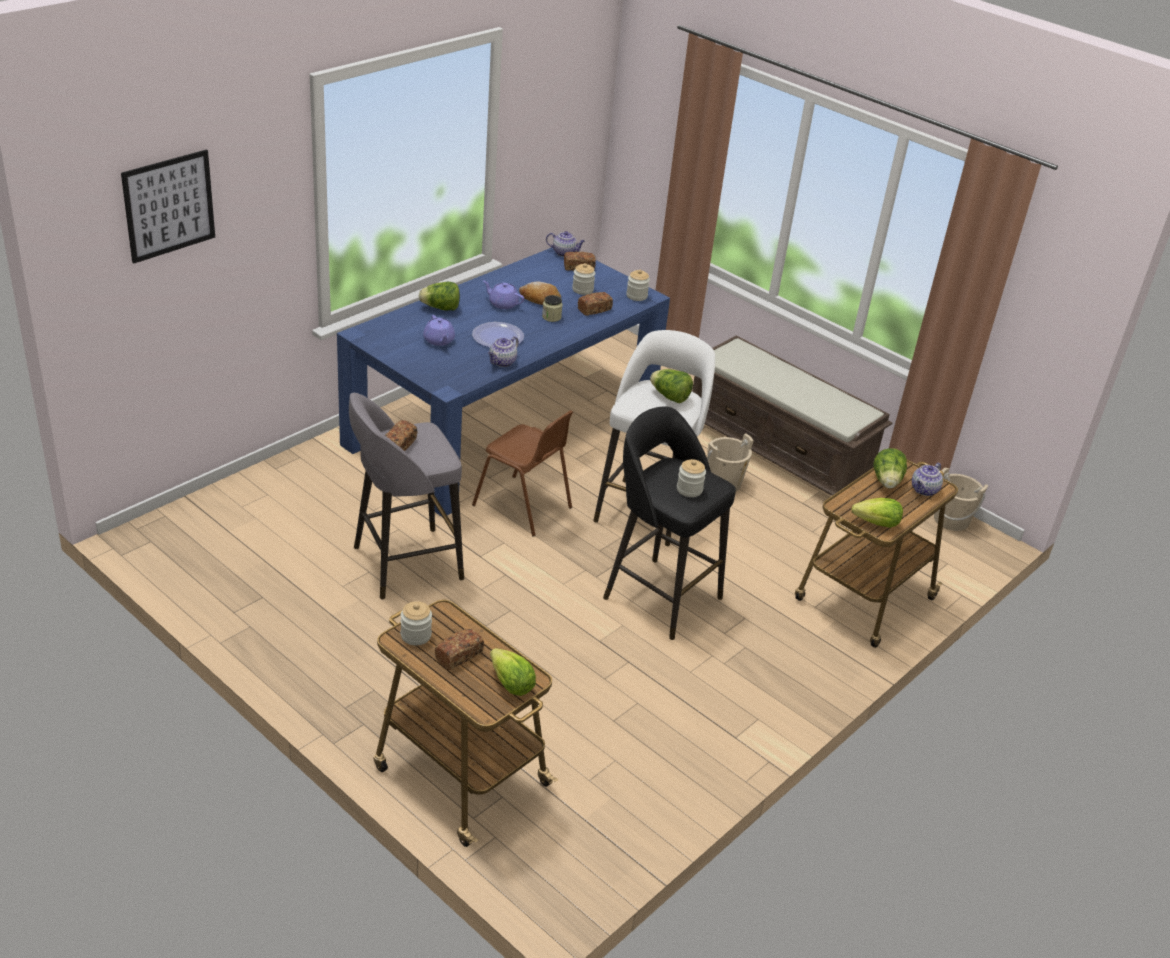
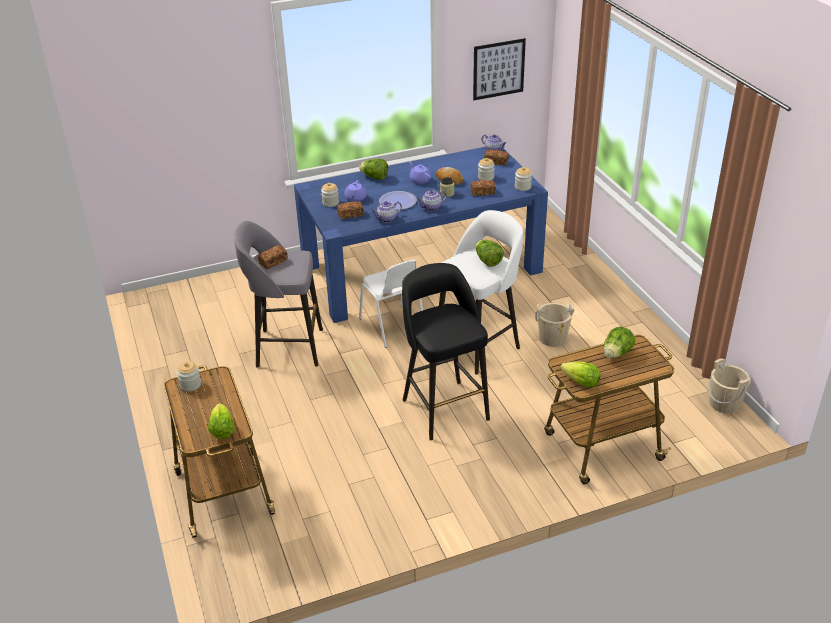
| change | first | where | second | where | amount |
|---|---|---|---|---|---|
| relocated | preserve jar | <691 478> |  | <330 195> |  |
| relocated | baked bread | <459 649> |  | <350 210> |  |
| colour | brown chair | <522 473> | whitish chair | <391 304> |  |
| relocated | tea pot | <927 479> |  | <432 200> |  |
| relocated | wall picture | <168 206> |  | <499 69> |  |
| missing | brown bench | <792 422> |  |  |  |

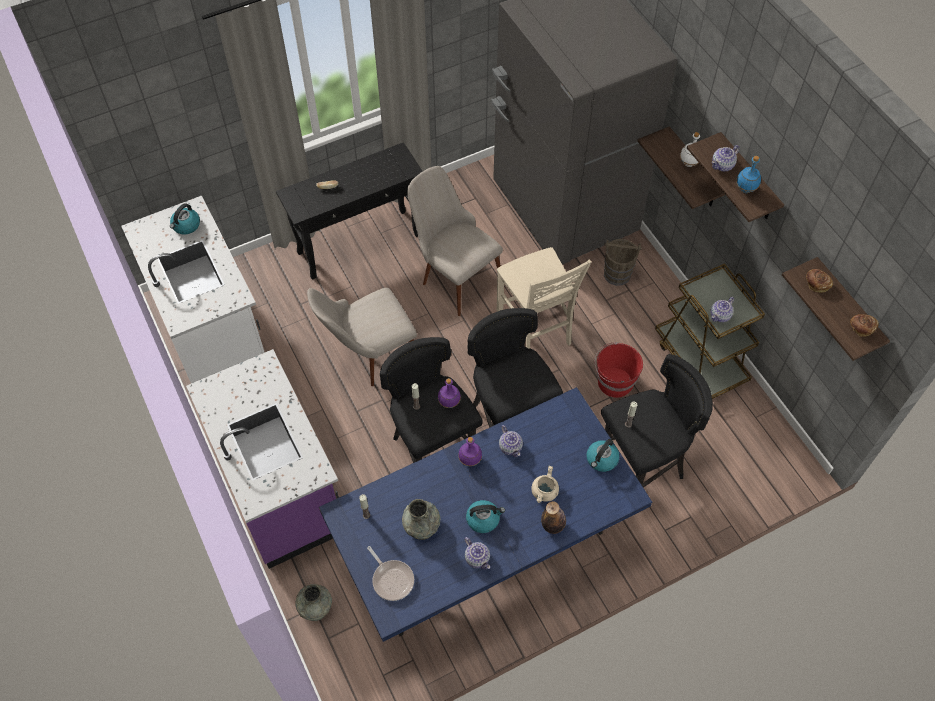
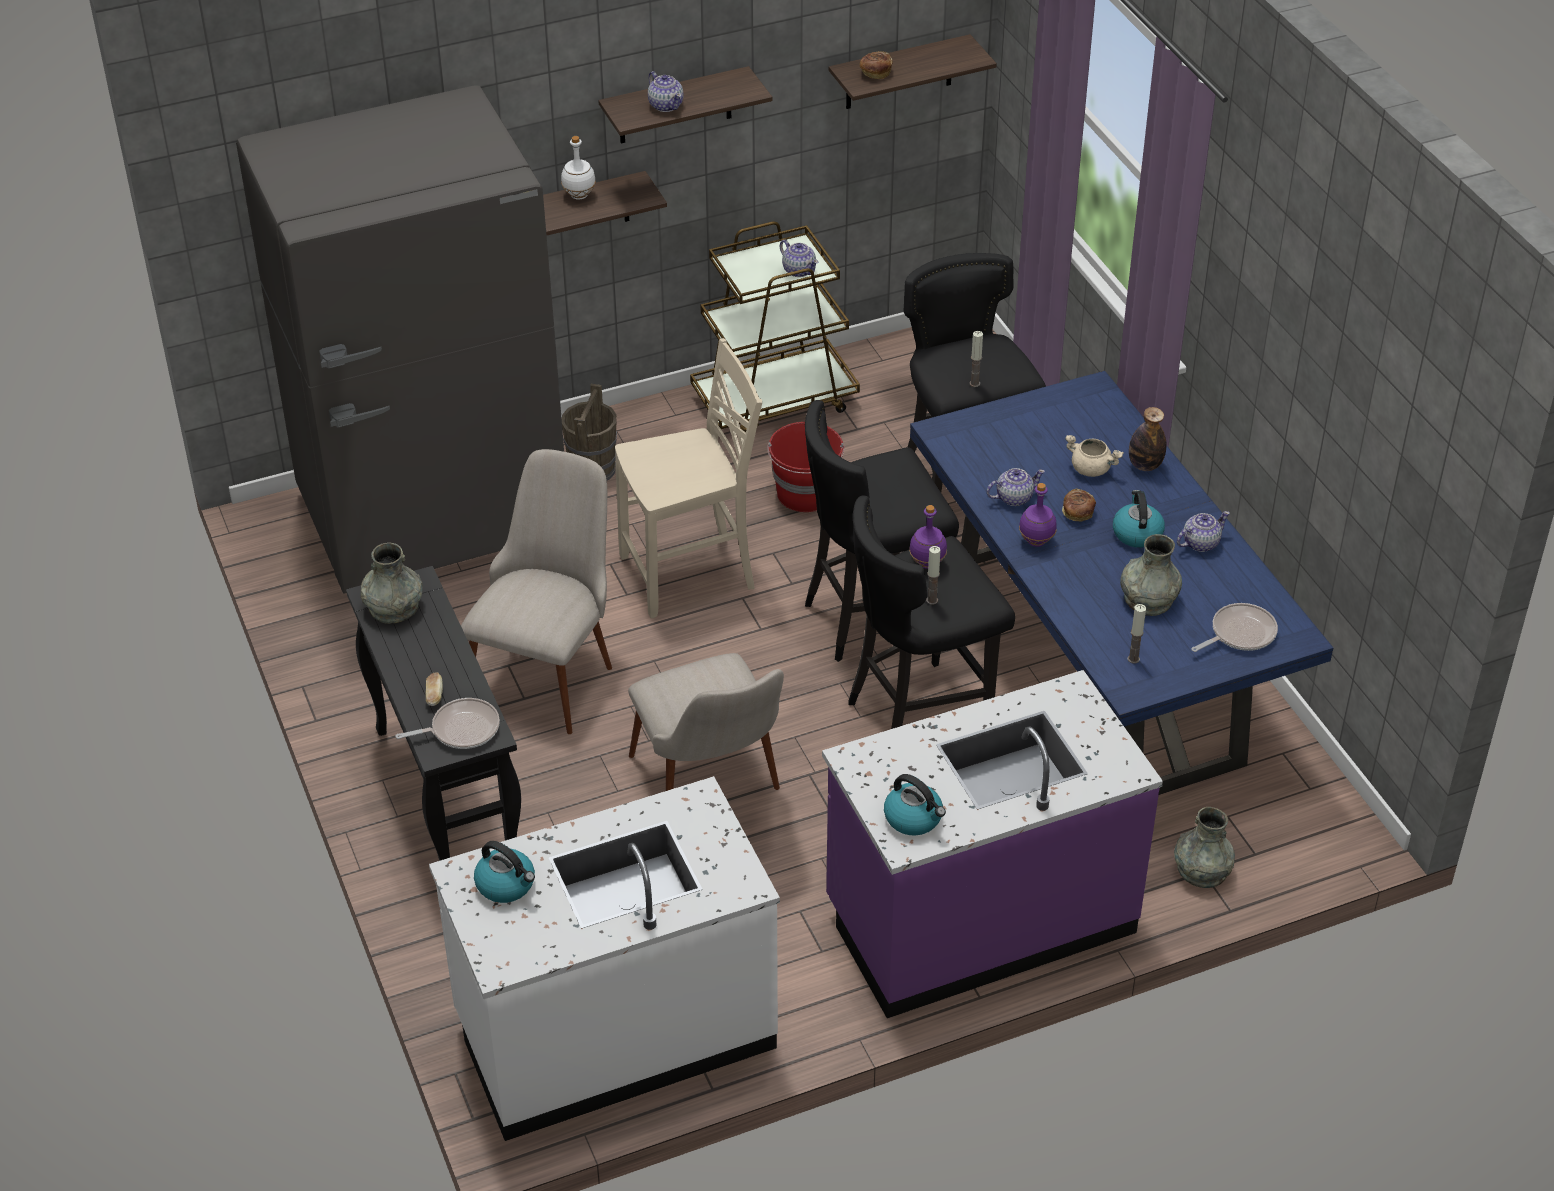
| change | first | where | second | where | amount |
|---|---|---|---|---|---|
| appeared |  |  | greyish vase | <392 583> |  |
| appeared |  |  | frying pan | <448 723> |  |
| spun | sand-coloured chair | <455 241> |  | <536 591> | 150 degrees clockwise |
| relocated | tea kettle | <603 455> |  | <915 805> |  |
| relocated | baked bread | <864 325> |  | <1079 505> |  |
| missing | blue bottle | <748 174> |  |  |  |

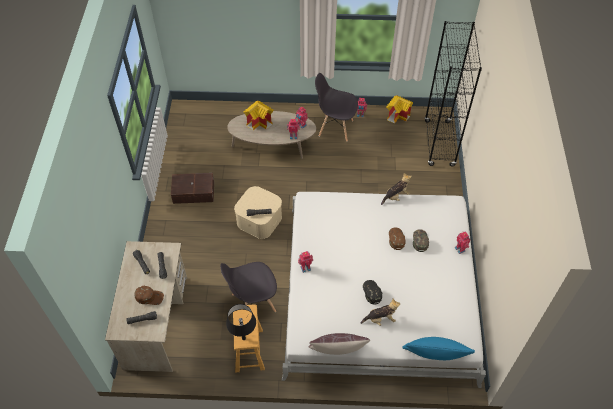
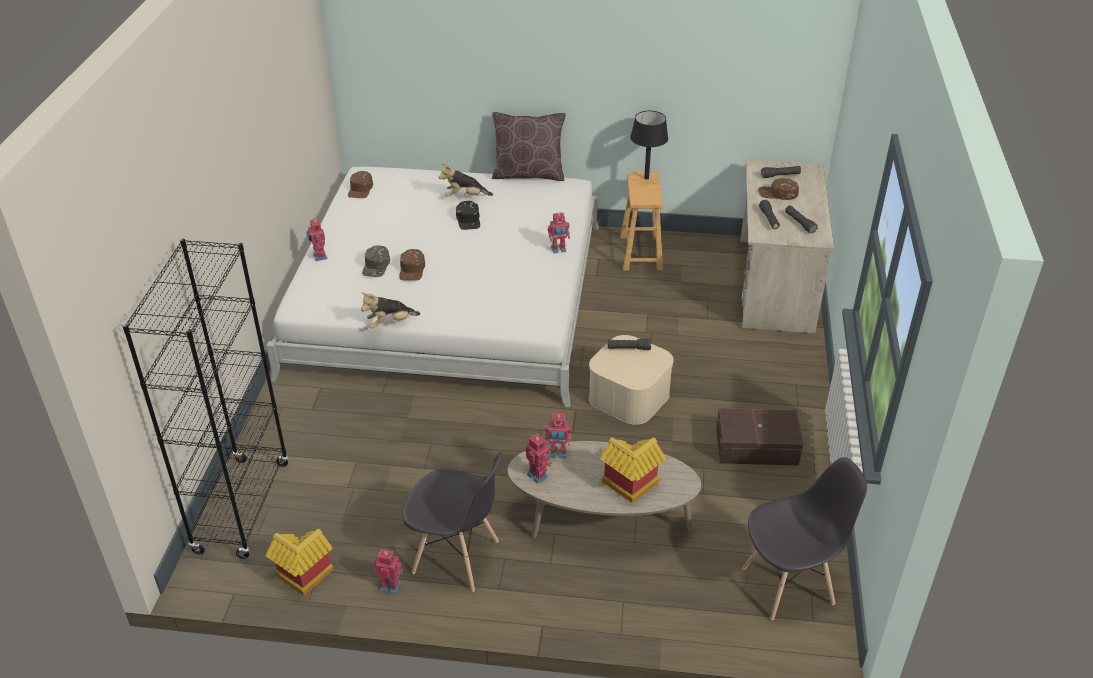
| change | first | where | second | where | amount |
|---|---|---|---|---|---|
| appeared |  |  | brown baseball cap | <360 184> |  |
| relocated | greyish chair | <248 287> |  | <804 538> |  |
| missing | blue cushion | <439 348> |  |  |  |

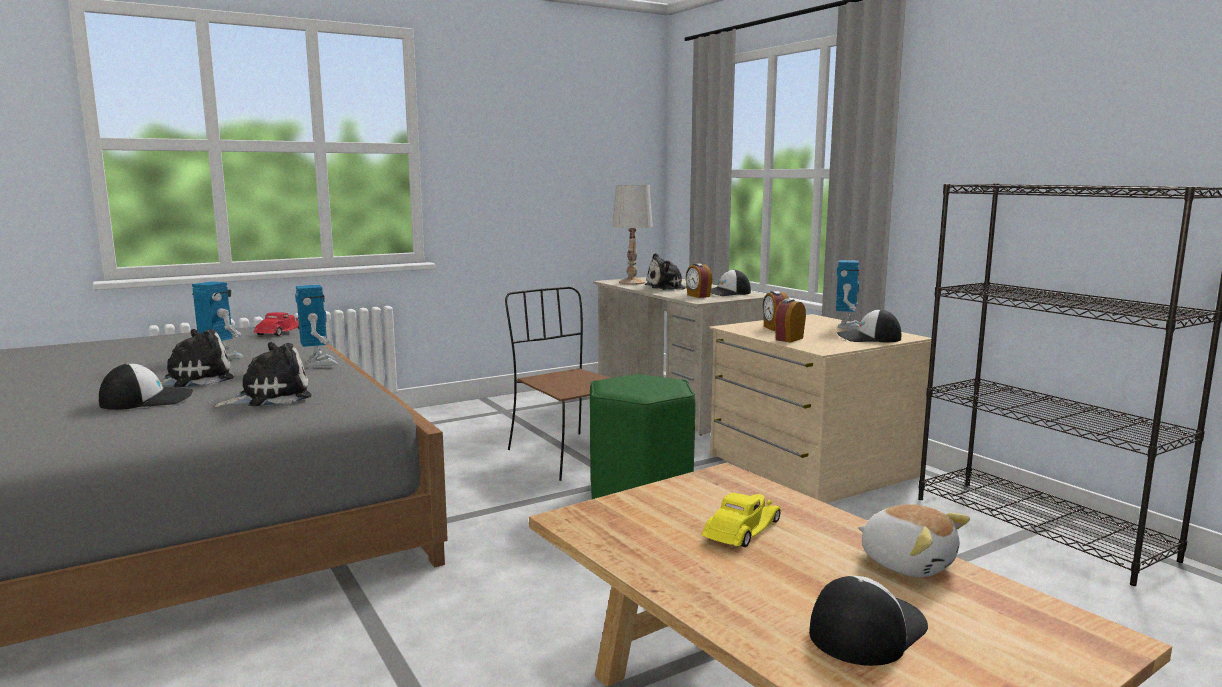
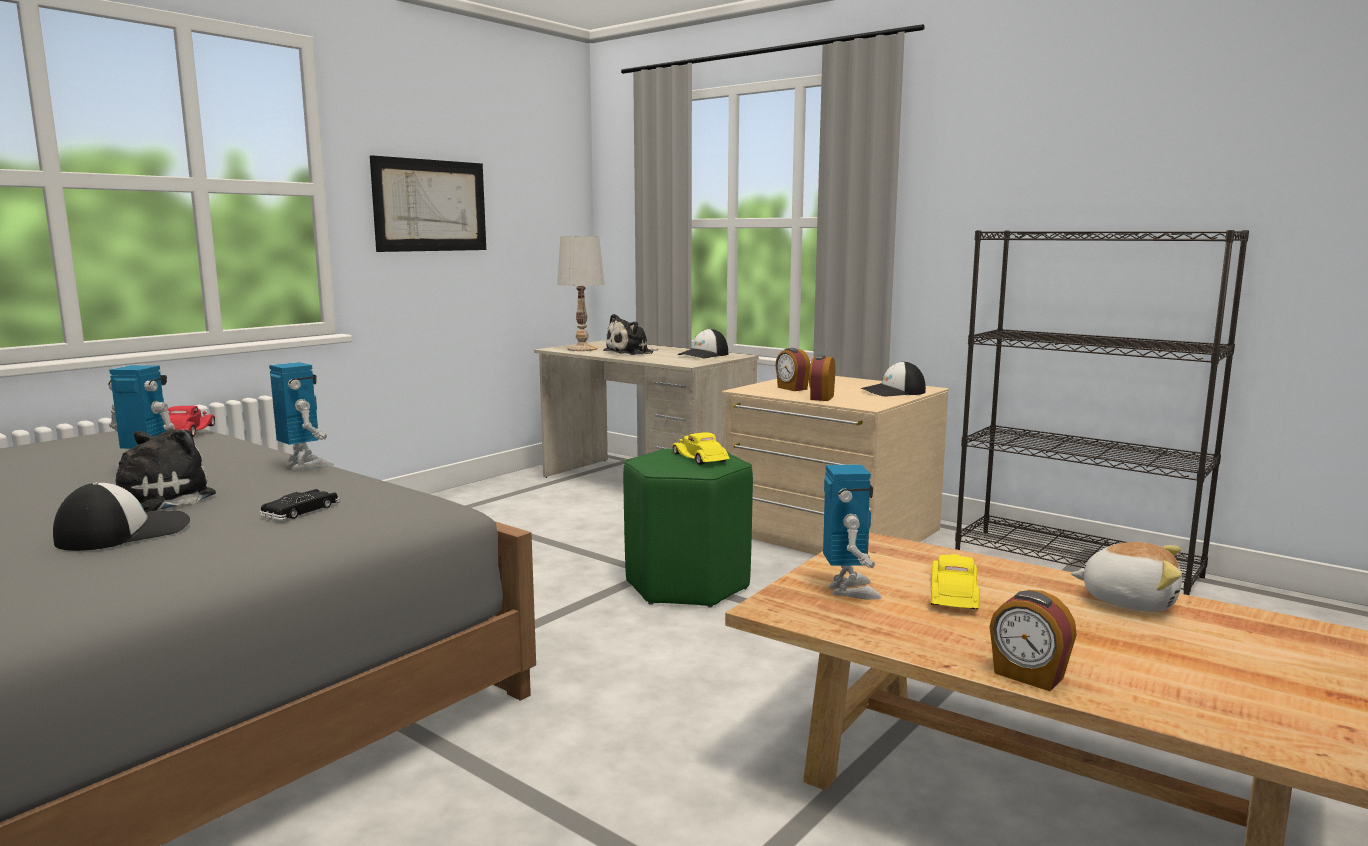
| change | first | where | second | where | amount |
|---|---|---|---|---|---|
| exchanged | cuddly toy | <263 374> | black-coloured toy car | <299 505> |  |
| appeared |  |  | wall picture | <428 203> |  |
| appeared |  |  | yellow-coloured toy car | <701 448> |  |
| relocated | toy robot | <848 295> |  | <852 532> |  |
| relocated | alarm clock | <699 280> |  | <1033 640> |  |
| missing | brown chair | <557 384> |  |  |  |
| missing | baseball cap | <868 621> |  |  |  |

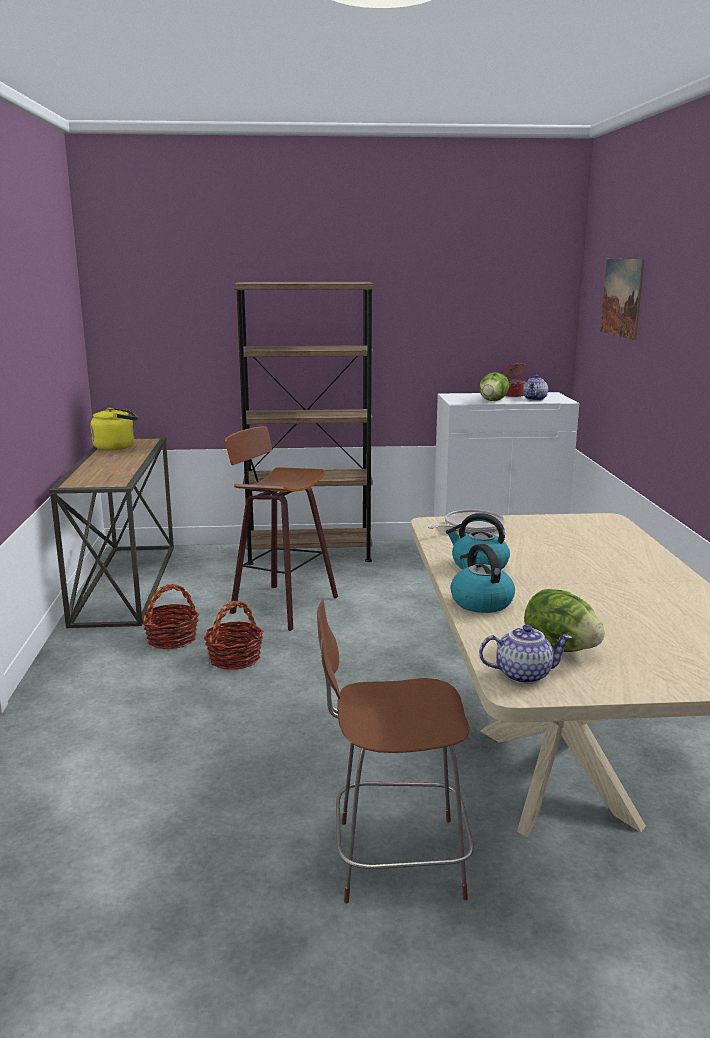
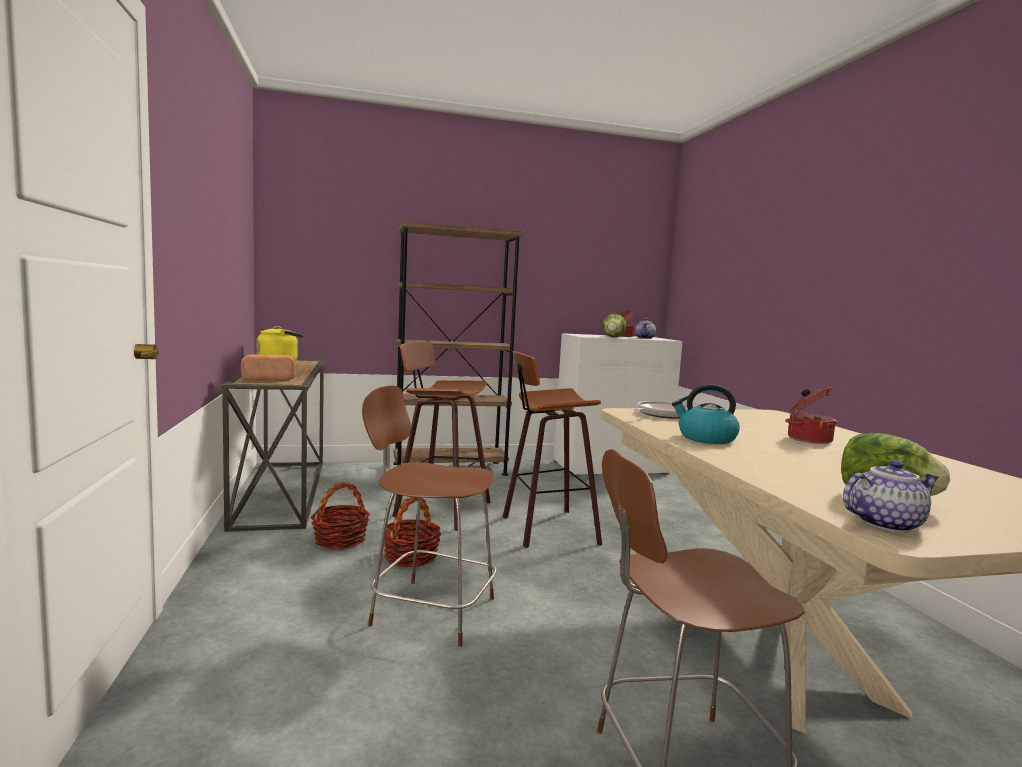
| change | first | where | second | where | amount |
|---|---|---|---|---|---|
| appeared |  |  | baked bread | <268 367> |  |
| appeared |  |  | brown chair | <429 516> |  |
| appeared |  |  | stool | <552 449> |  |
| appeared |  |  | cooking pot | <811 415> |  |
| missing | tea kettle | <482 578> |  |  |  |
| missing | wall picture | <622 299> |  |  |  |

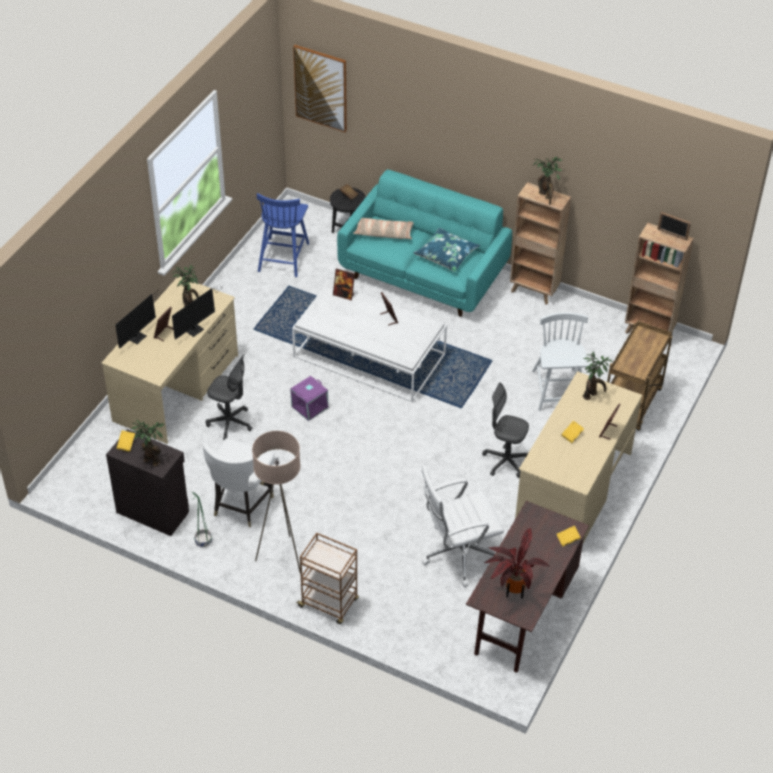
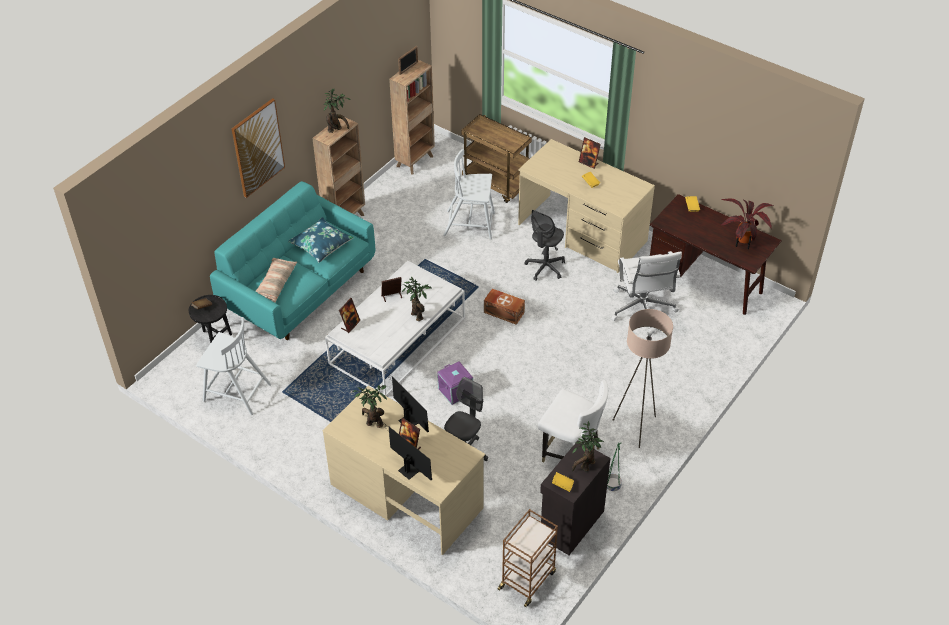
| change | first | where | second | where | amount |
|---|---|---|---|---|---|
| colour | blue chair | <283 235> | whitish chair | <233 366> |  |
| relocated | wall picture | <320 88> |  | <258 148> |  |
| relocated | potted plant | <598 375> |  | <416 298> |  |
| appeared |  |  | brown storage container | <504 307> |  |
| relocated | brown wheeled cart | <327 578> |  | <528 558> |  |

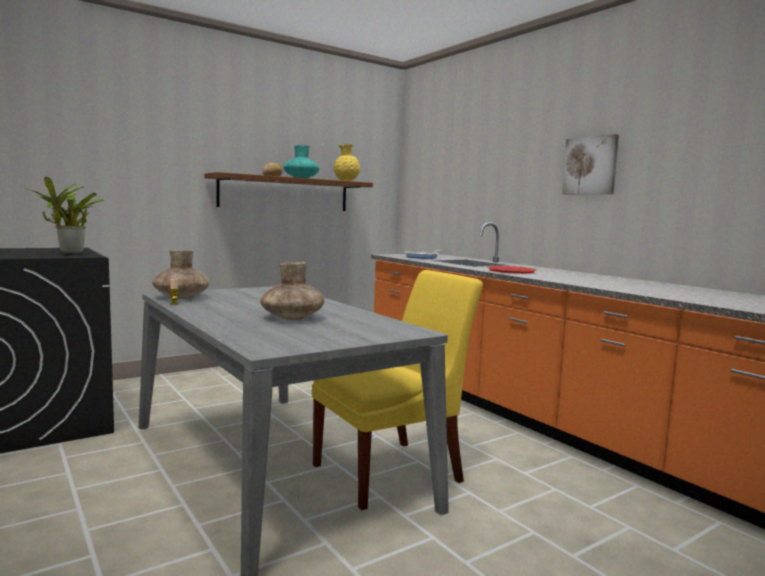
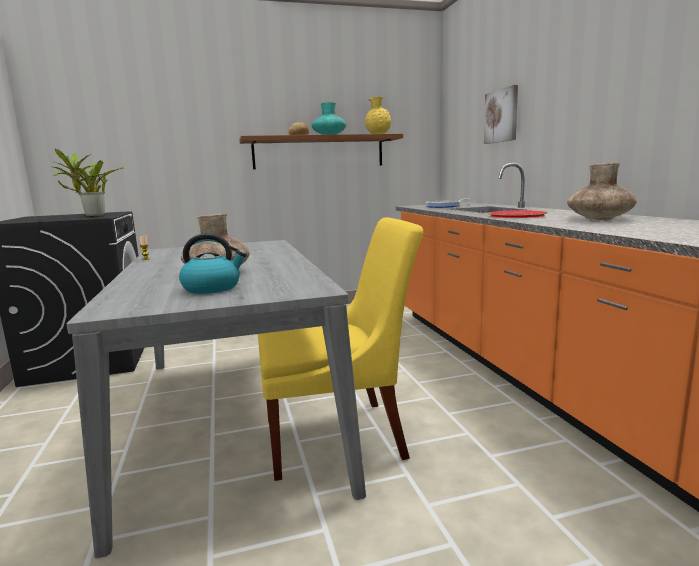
| change | first | where | second | where | amount |
|---|---|---|---|---|---|
| appeared |  |  | tea kettle | <213 263> |  |
| relocated | wall picture | <590 164> |  | <501 114> |  |
| relocated | brown vase | <181 274> |  | <602 191> |  |

